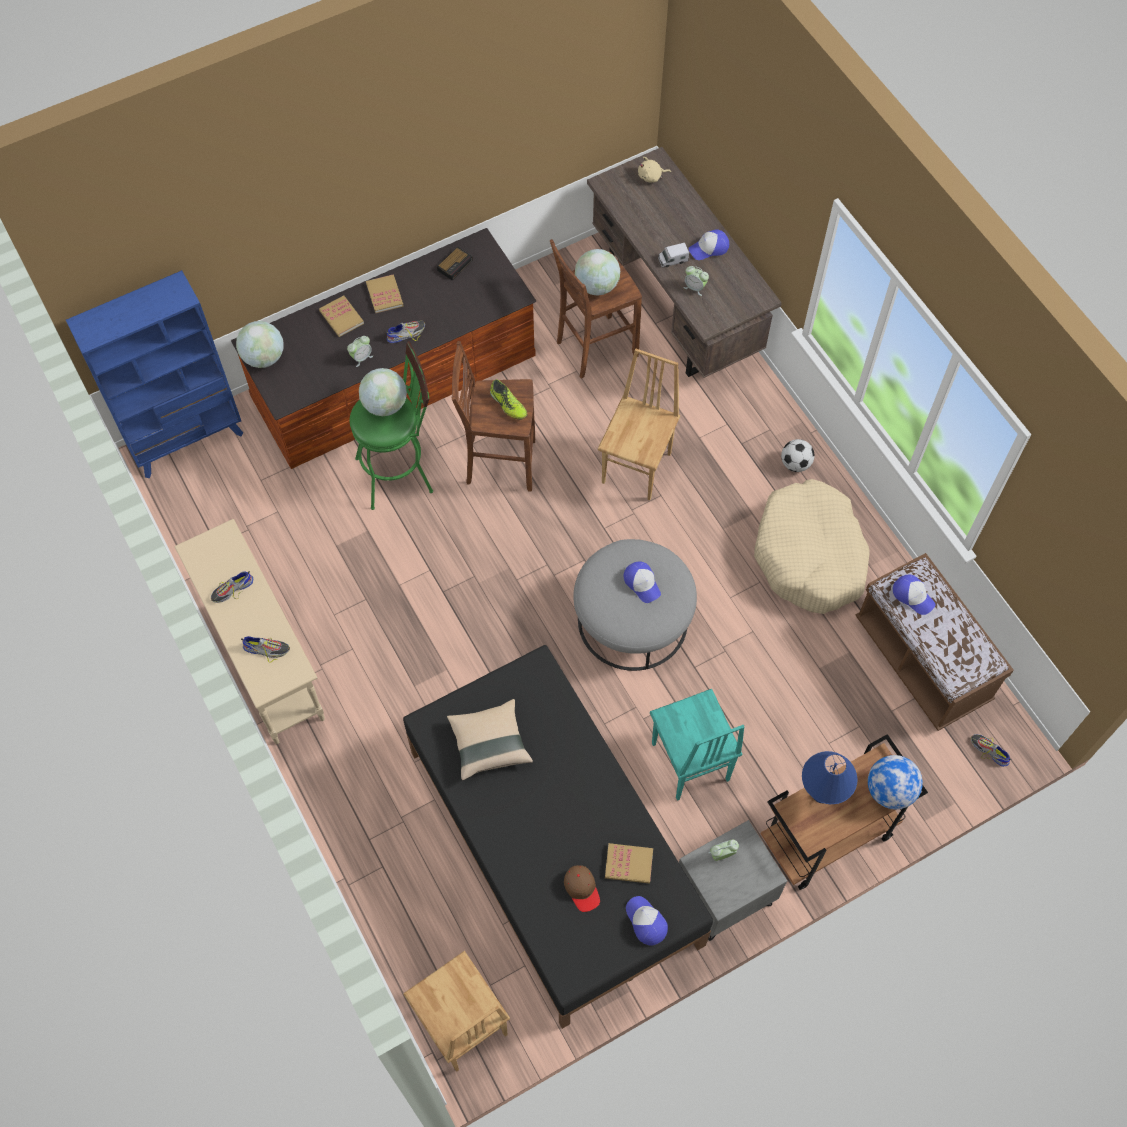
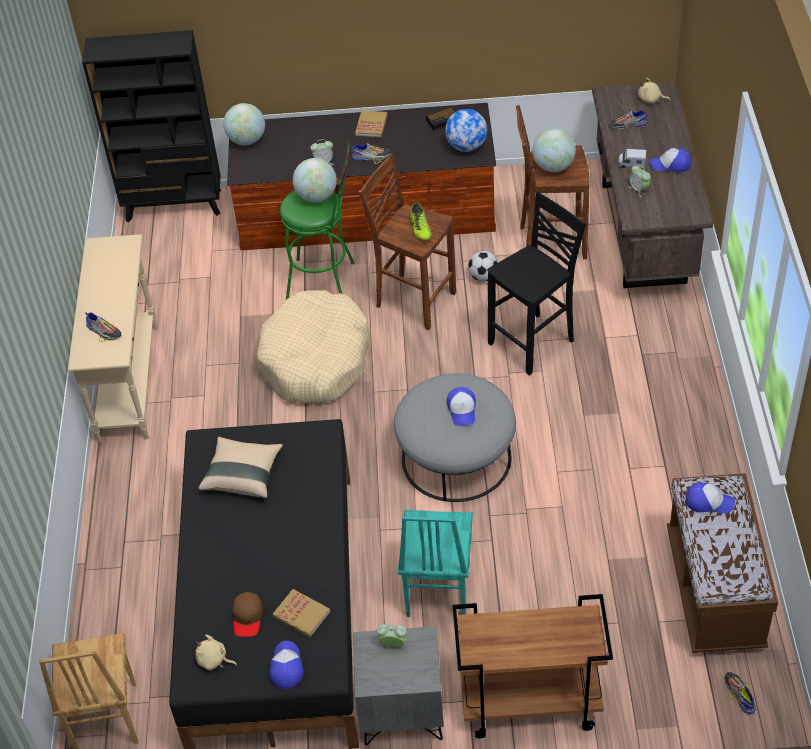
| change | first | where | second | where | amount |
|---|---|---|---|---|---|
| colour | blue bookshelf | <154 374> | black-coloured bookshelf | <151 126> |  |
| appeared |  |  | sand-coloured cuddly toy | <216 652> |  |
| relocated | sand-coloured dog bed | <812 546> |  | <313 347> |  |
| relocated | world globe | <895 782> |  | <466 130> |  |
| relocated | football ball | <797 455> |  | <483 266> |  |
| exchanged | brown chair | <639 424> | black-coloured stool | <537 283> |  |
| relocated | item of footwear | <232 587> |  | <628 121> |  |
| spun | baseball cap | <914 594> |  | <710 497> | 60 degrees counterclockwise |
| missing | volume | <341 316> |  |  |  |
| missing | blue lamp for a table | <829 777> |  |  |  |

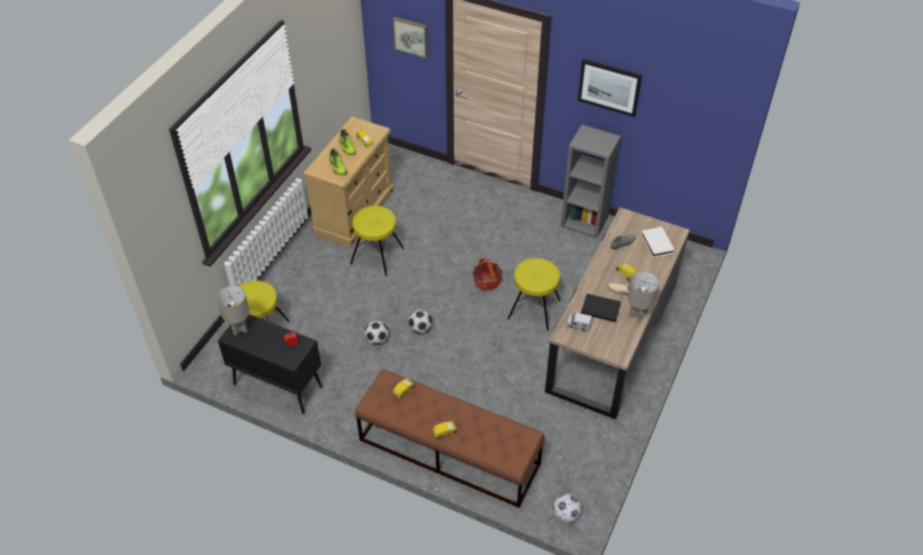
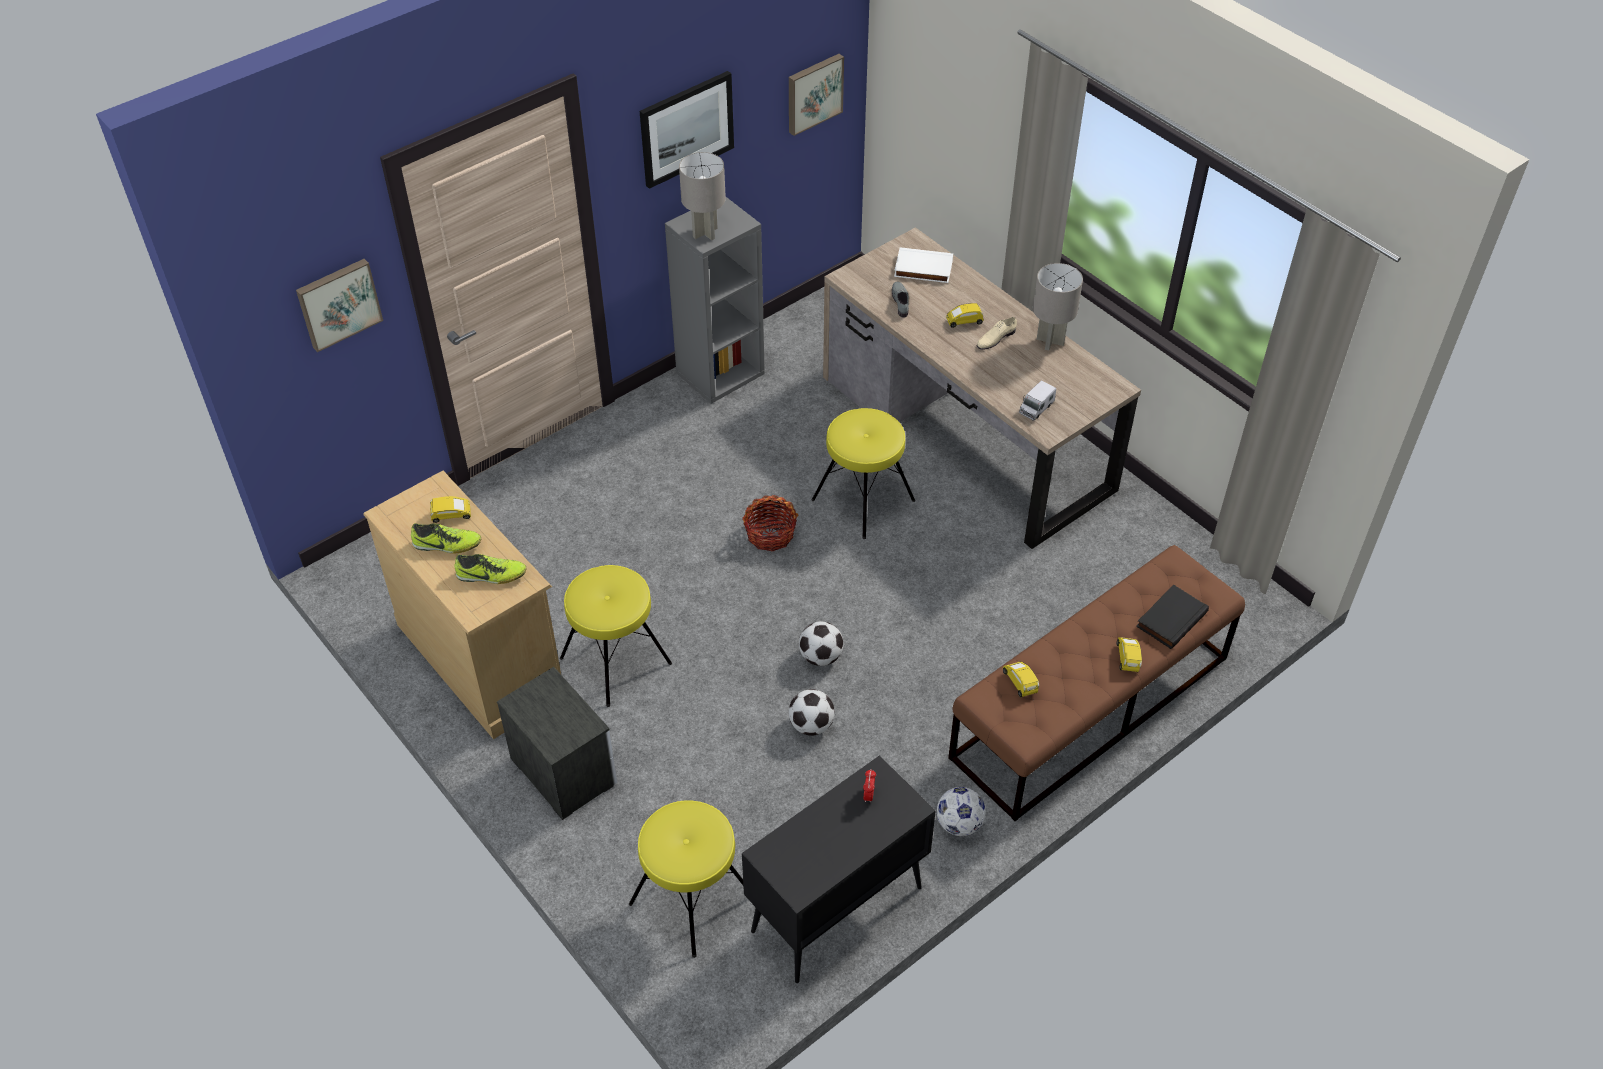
| change | first | where | second | where | amount |
|---|---|---|---|---|---|
| appeared |  |  | night table | <557 743> |  |
| relocated | greyish lamp for a table | <233 310> |  | <702 196> |  |
| appeared |  |  | wall picture | <816 95> |  |
| relocated | football ball | <567 508> |  | <961 811> |  |
| relocated | black-coloured volume | <601 308> |  | <1172 617> |  |

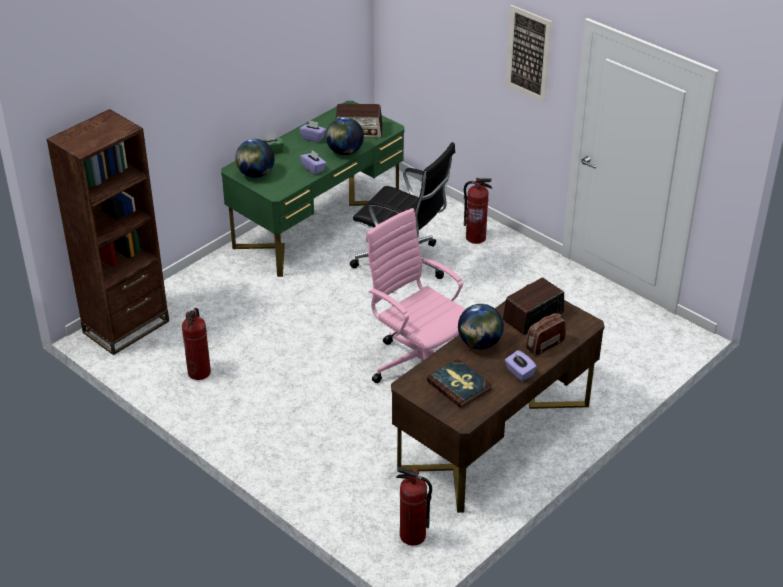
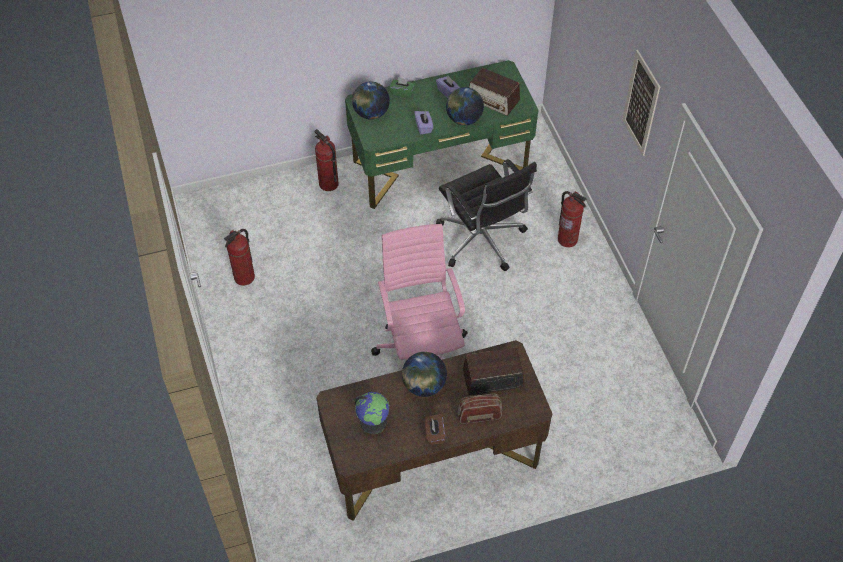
| change | first | where | second | where | amount |
|---|---|---|---|---|---|
| relocated | fire extinguisher | <414 506> |  | <326 160> |  |
| exchanged | volume | <459 383> | world globe | <372 413> |  |
| colour | purplish tissue holder | <521 365> | brown tissue holder | <435 429> |  |
| missing | brown bookshelf | <108 232> |  |  |  |

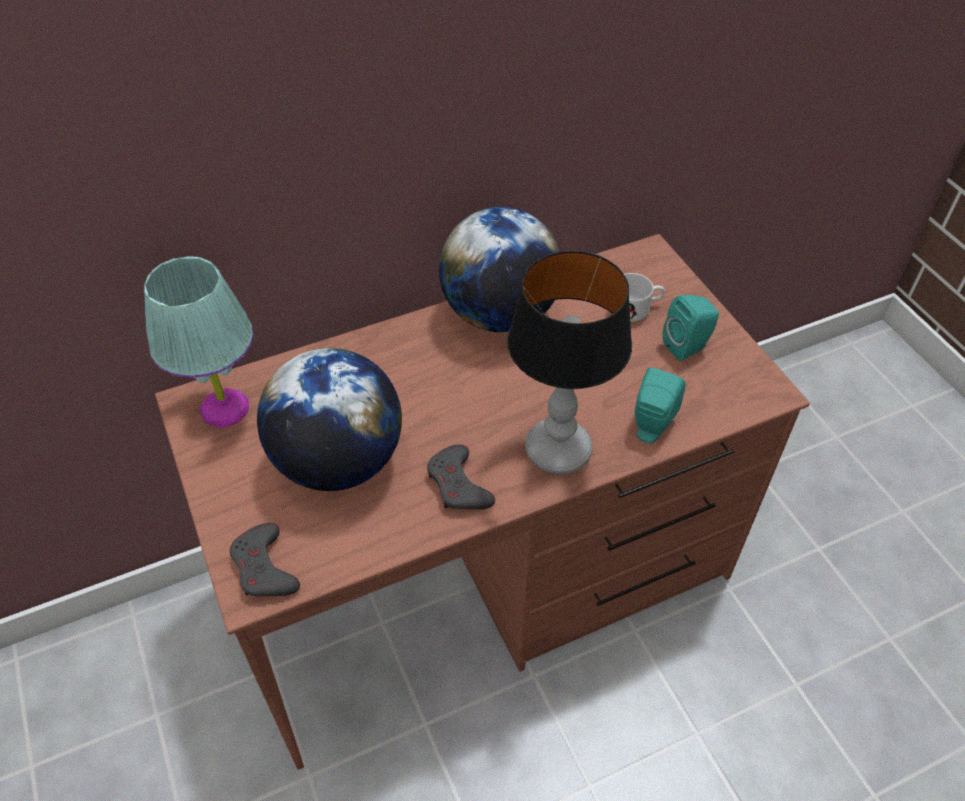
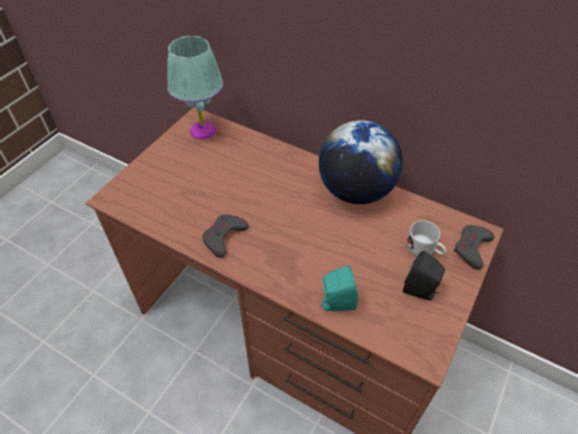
| change | first | where | second | where | amount |
|---|---|---|---|---|---|
| colour | blue-green audio speaker | <691 328> | black-coloured audio speaker | <424 275> |  |
| relocated | greyish game controller | <264 559> |  | <474 247> |  |
| missing | world globe | <329 419> |  |  |  |
| missing | lamp for a table | <569 362> |  |  |  |

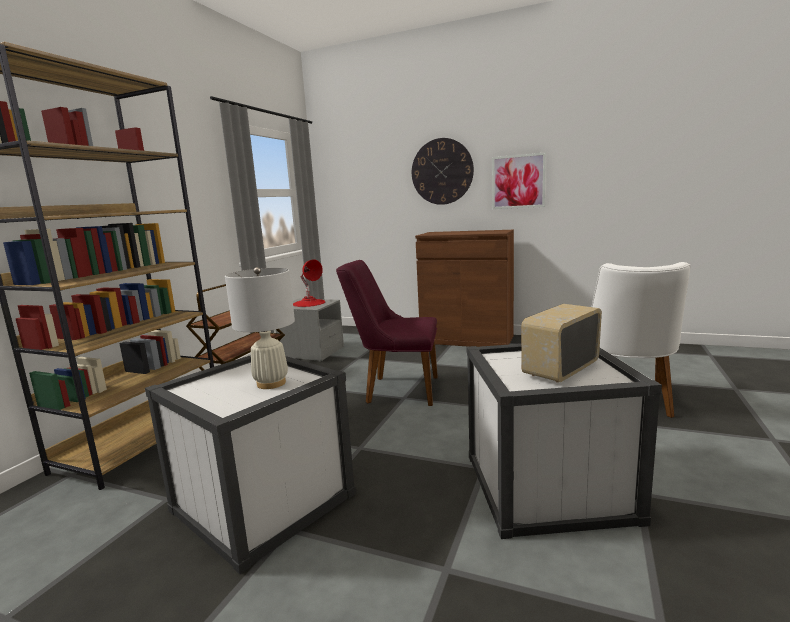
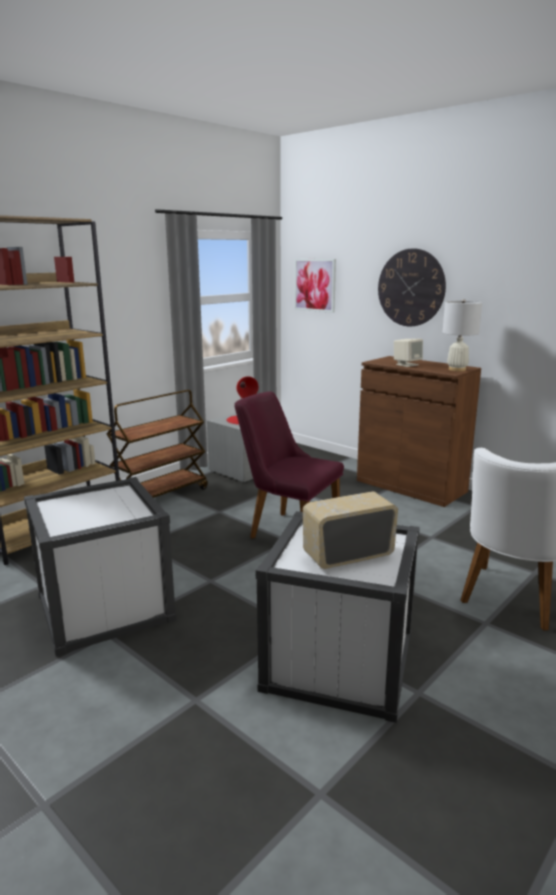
| change | first | where | second | where | amount |
|---|---|---|---|---|---|
| relocated | wall picture | <519 180> |  | <315 286> |  |
| appeared |  |  | sand-coloured audio speaker | <408 353> |  |
| relocated | whitish lamp for a table | <260 328> |  | <462 335> |  |

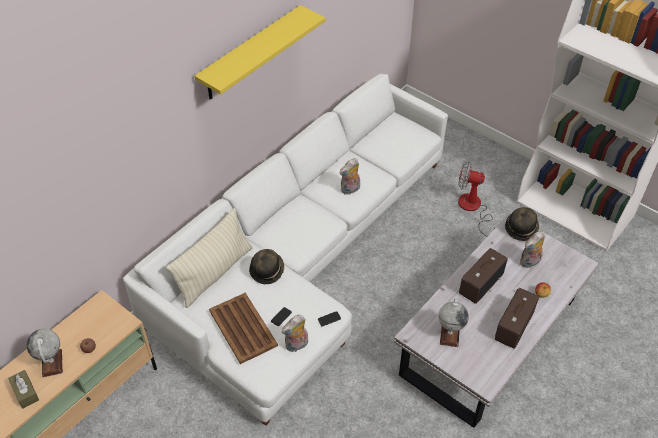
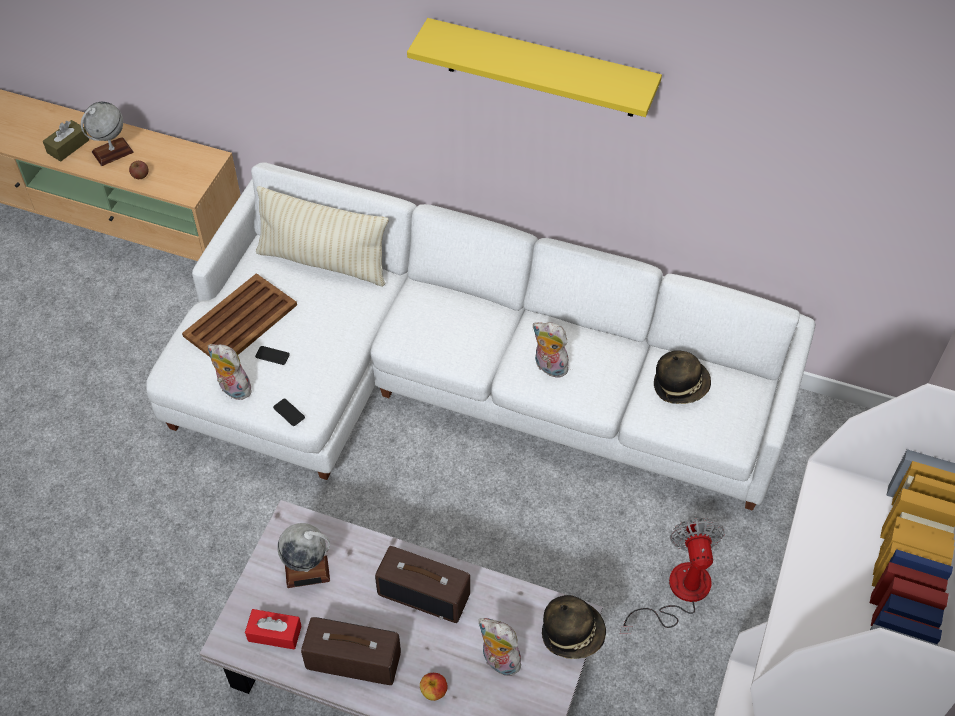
| change | first | where | second | where | amount |
|---|---|---|---|---|---|
| appeared |  |  | reddish tissue holder | <273 629> |  |
| relocated | wearable hat | <266 266> |  | <682 377> |  |

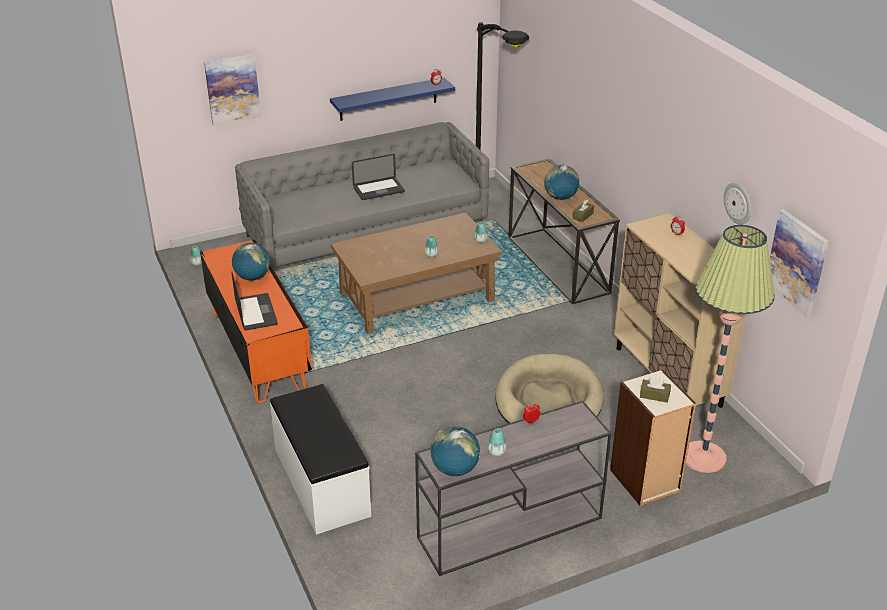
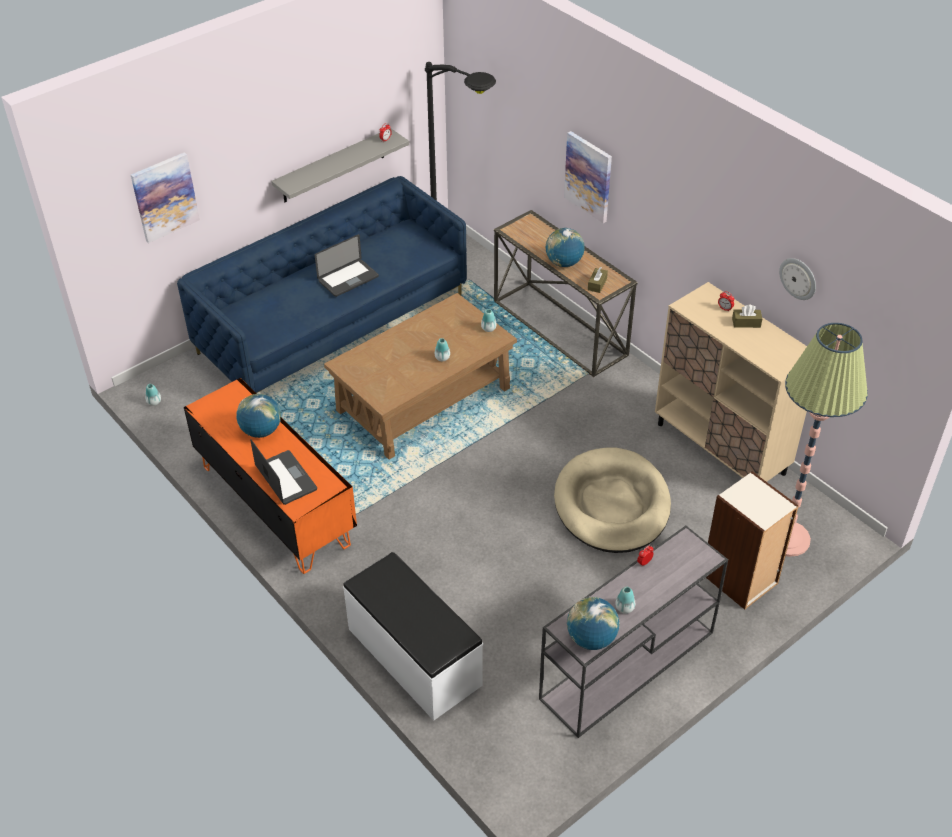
| change | first | where | second | where | amount |
|---|---|---|---|---|---|
| colour | greyish couch | <362 196> | blue couch | <322 284> |  |
| colour | blue shelf | <392 99> | greyish shelf | <340 165> |  |
| relocated | wall picture | <799 263> |  | <588 177> |  |
| relocated | brown tissue holder | <655 389> |  | <747 316> |  |

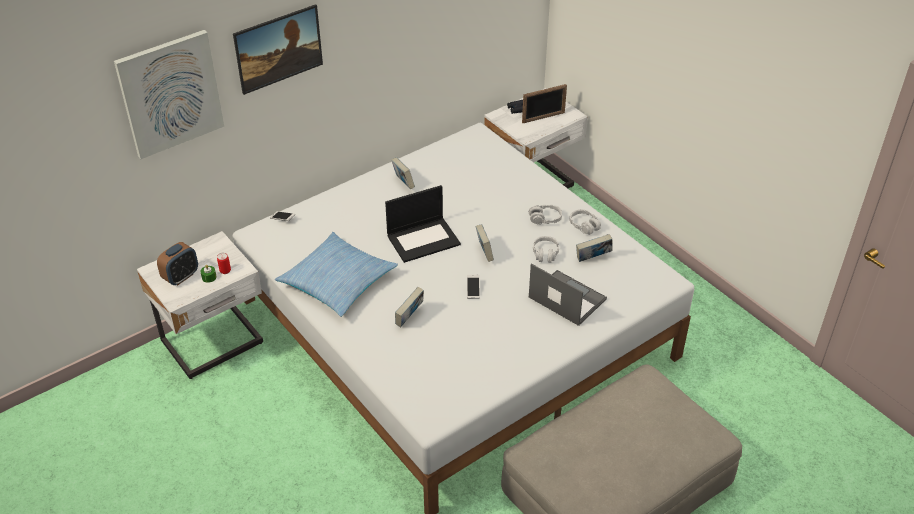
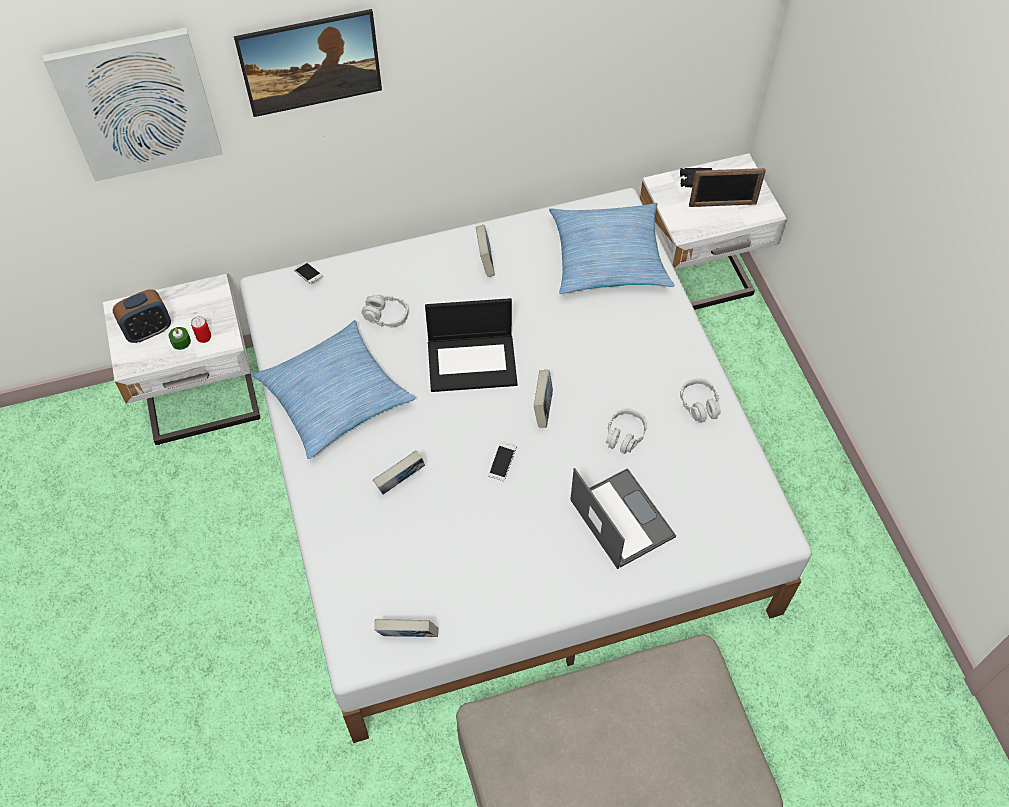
| change | first | where | second | where | amount |
|---|---|---|---|---|---|
| relocated | greyish headphones | <545 215> |  | <385 310> |  |
| relocated | volume | <594 248> |  | <406 628> |  |
| appeared |  |  | cushion | <611 248> |  |

